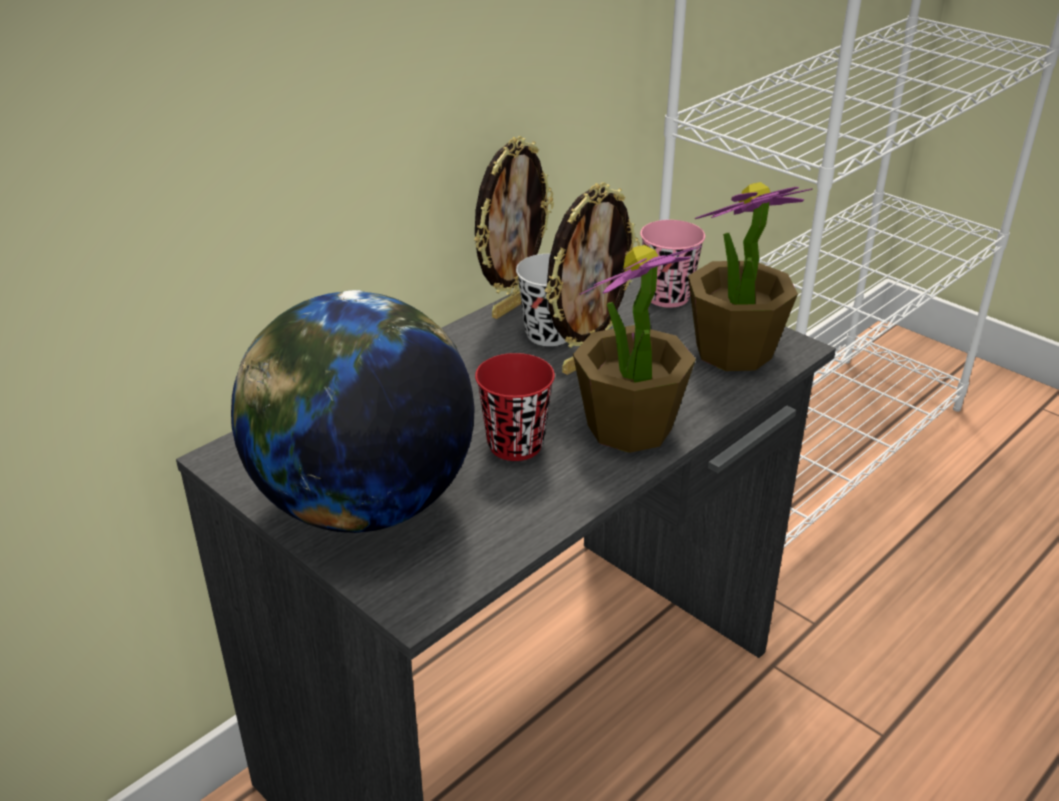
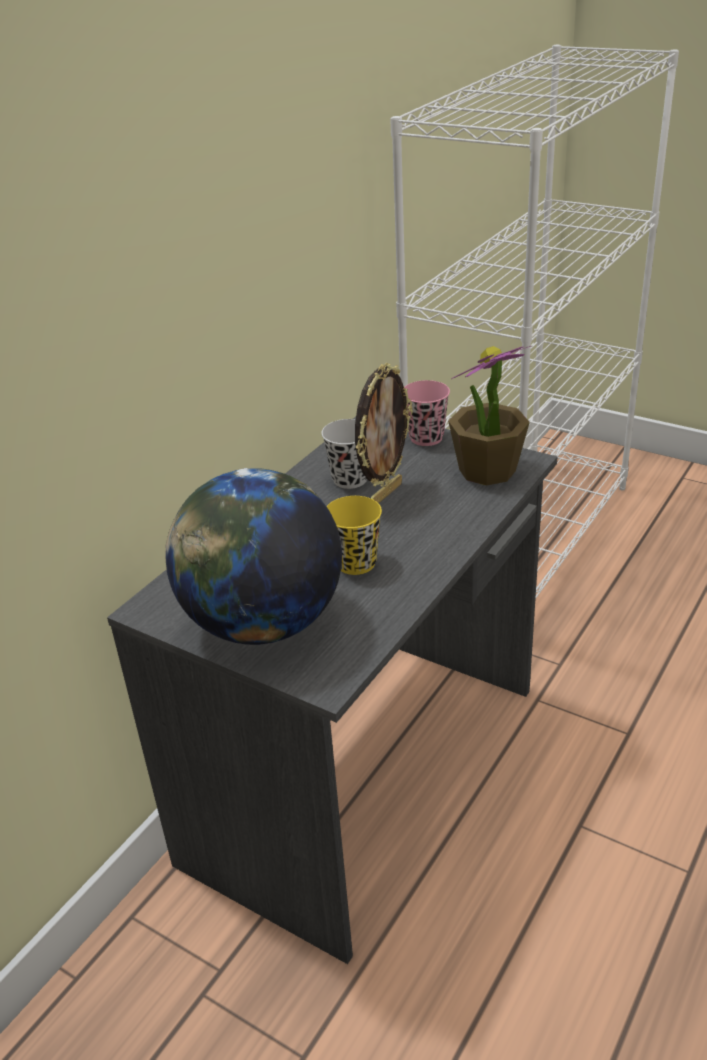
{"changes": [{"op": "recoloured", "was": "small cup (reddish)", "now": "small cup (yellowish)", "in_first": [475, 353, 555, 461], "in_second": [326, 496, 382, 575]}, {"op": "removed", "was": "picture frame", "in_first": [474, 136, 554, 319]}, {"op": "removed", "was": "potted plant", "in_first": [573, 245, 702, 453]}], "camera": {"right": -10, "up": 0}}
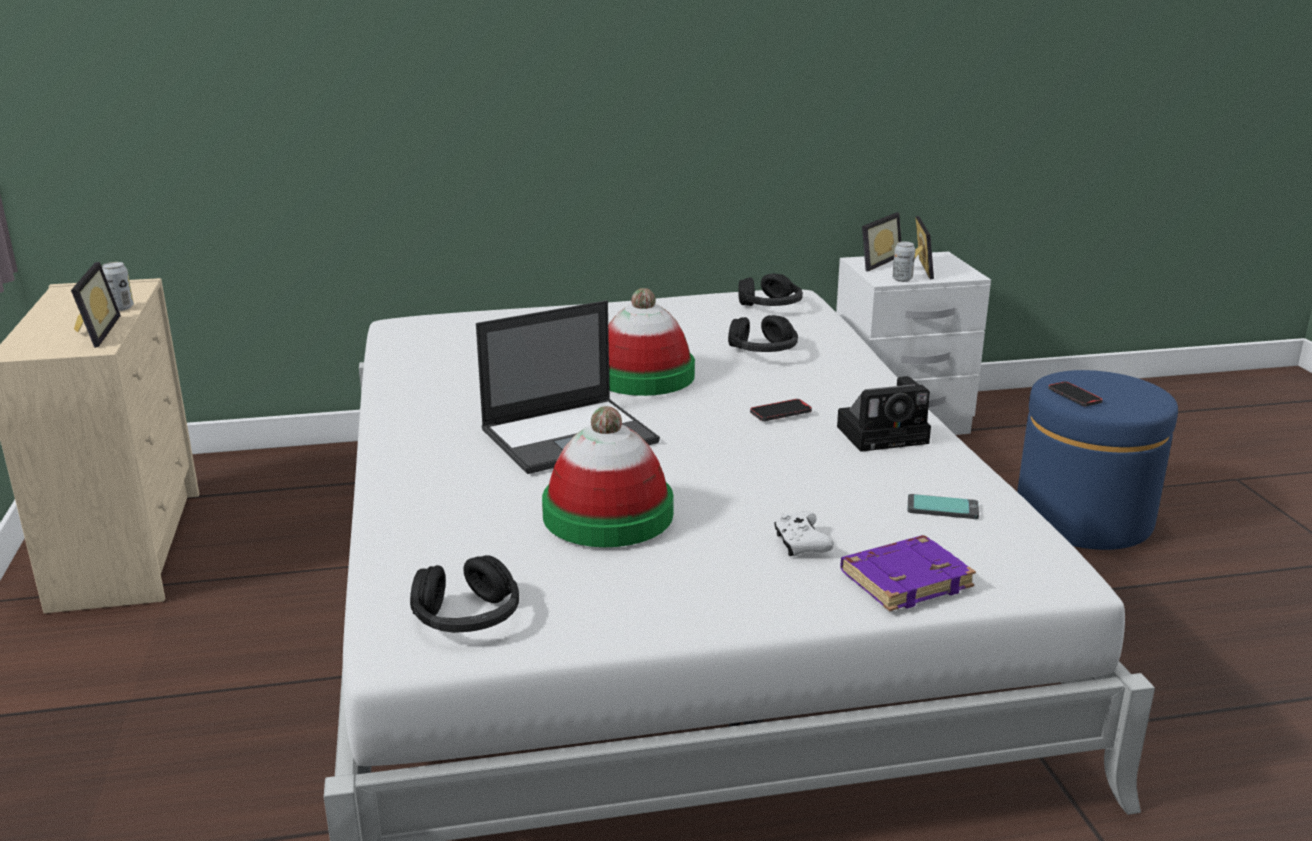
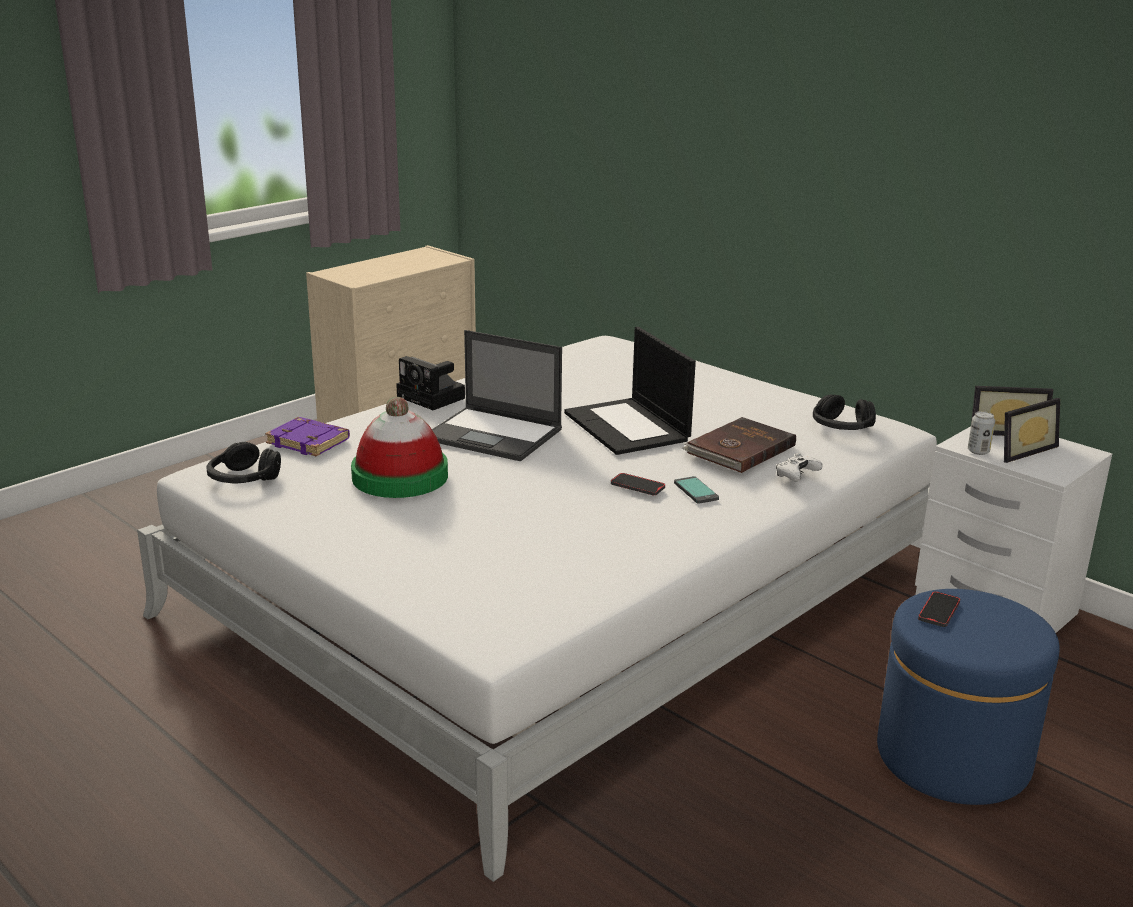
{"changes": [{"op": "moved", "was": "book (purple)", "in_first": [840, 535, 976, 611], "in_second": [265, 417, 350, 456]}, {"op": "moved", "was": "photo camera", "in_first": [837, 376, 931, 452], "in_second": [396, 356, 465, 410]}, {"op": "replaced", "was": "clothing hat", "now": "notebook computer", "in_first": [608, 288, 695, 396], "in_second": [564, 327, 696, 455]}, {"op": "moved", "was": "phone", "in_first": [907, 494, 979, 519], "in_second": [674, 476, 719, 504]}, {"op": "replaced", "was": "pair of headphones (blackish)", "now": "book (brownish)", "in_first": [728, 315, 798, 352], "in_second": [682, 417, 796, 473]}, {"op": "moved", "was": "joypad (white)", "in_first": [774, 511, 834, 556], "in_second": [776, 453, 823, 482]}, {"op": "removed", "was": "picture frame", "in_first": [71, 262, 121, 348]}, {"op": "removed", "was": "metal can", "in_first": [102, 262, 134, 311]}], "camera": {"right": 55, "up": 0}}
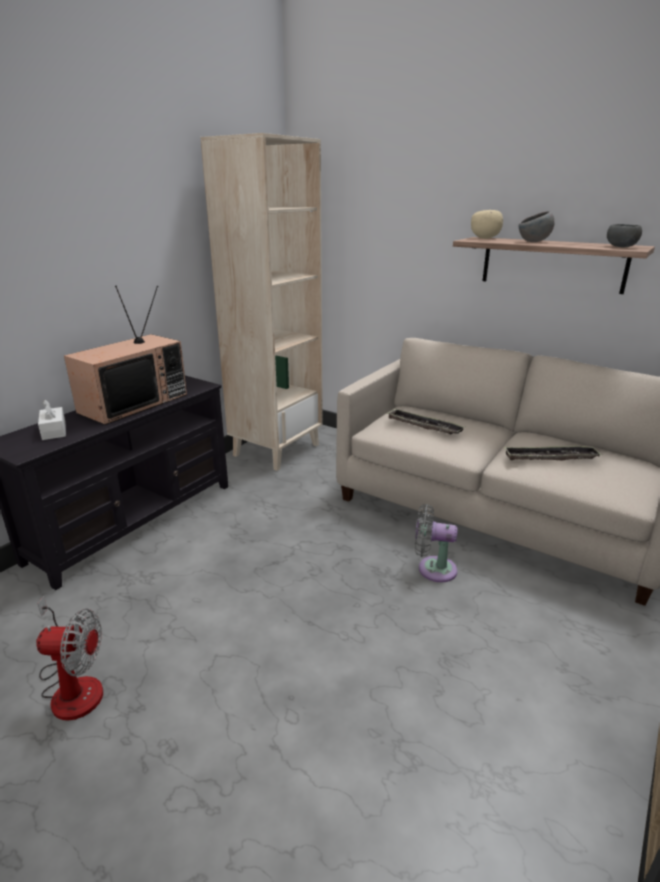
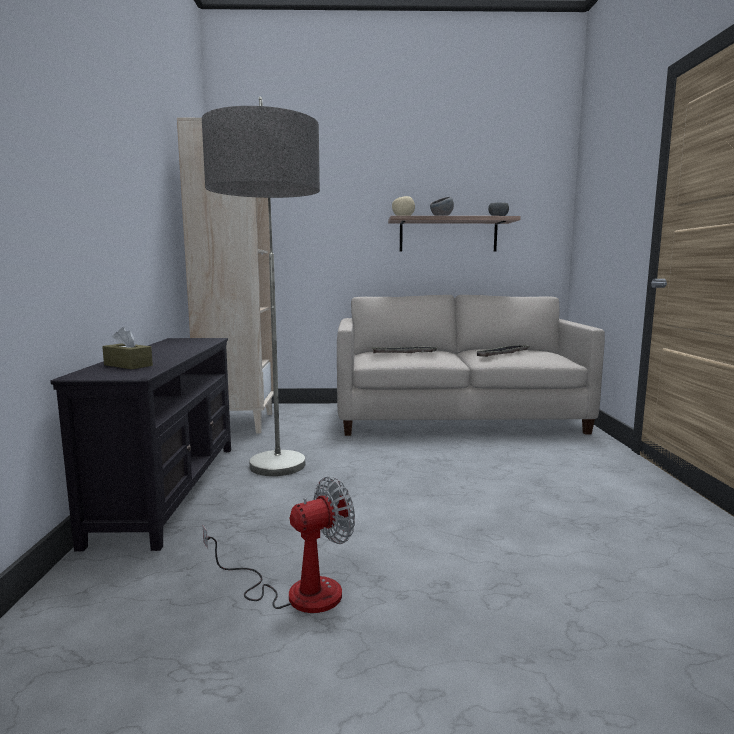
{"changes": [{"op": "recoloured", "was": "tissue holder (white)", "now": "tissue holder (brownish)", "in_first": [38, 399, 66, 440], "in_second": [102, 327, 153, 369]}, {"op": "added", "now": "standard lamp", "in_second": [202, 97, 320, 476]}, {"op": "removed", "was": "TV set", "in_first": [64, 285, 187, 425]}, {"op": "removed", "was": "fan (grey)", "in_first": [415, 504, 458, 582]}], "camera": {"right": -35, "up": -15}}
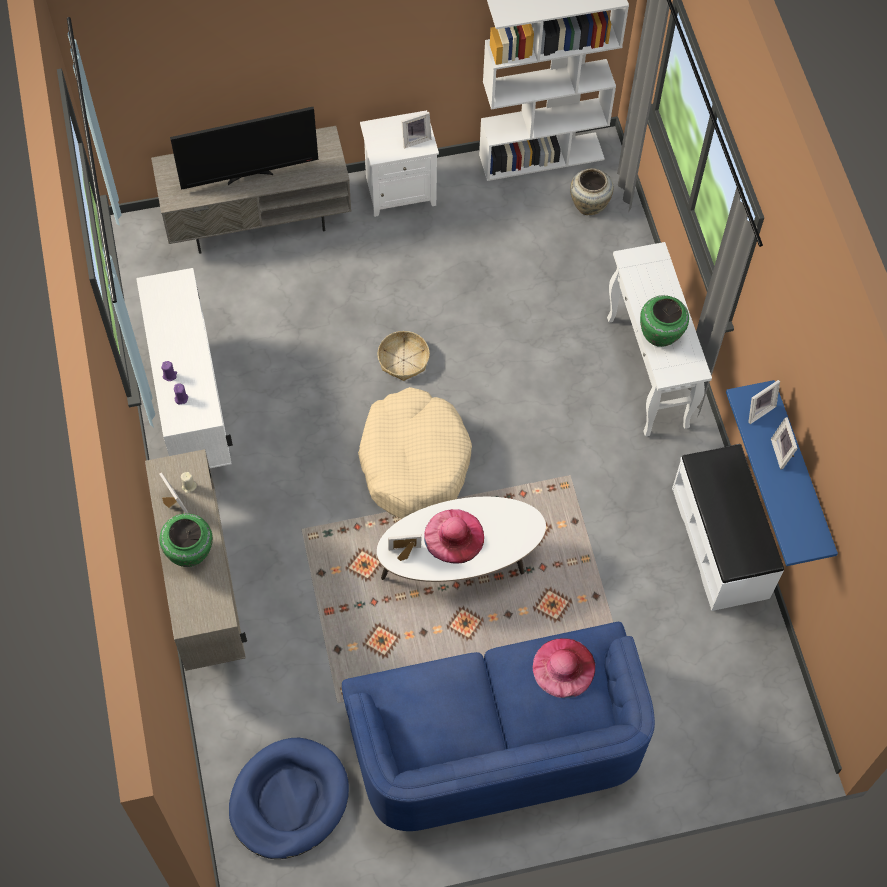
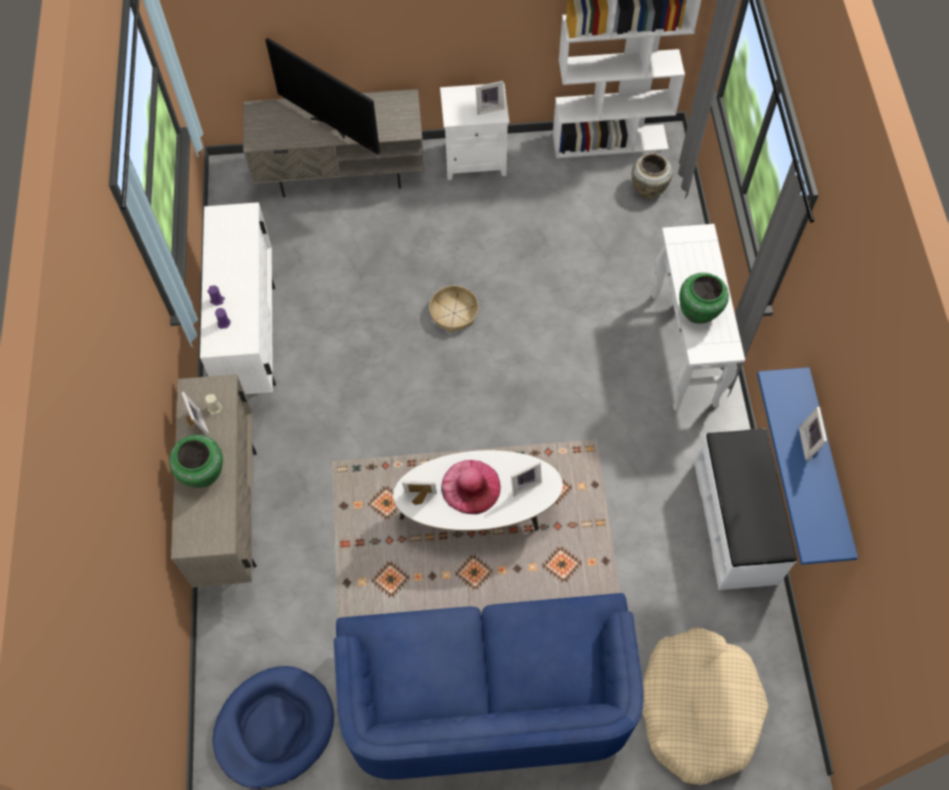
{"changes": [{"op": "turned", "was": "TV set", "in_first": [170, 107, 318, 190], "in_second": [265, 38, 380, 155], "clockwise": 45}, {"op": "moved", "was": "picture frame", "in_first": [748, 380, 780, 424], "in_second": [511, 461, 542, 497]}, {"op": "moved", "was": "pet bed (sand-coloured)", "in_first": [358, 387, 472, 519], "in_second": [642, 627, 768, 785]}, {"op": "removed", "was": "clothing hat (pinkish)", "in_first": [533, 638, 595, 698]}], "camera": {"right": 10, "up": 0}}
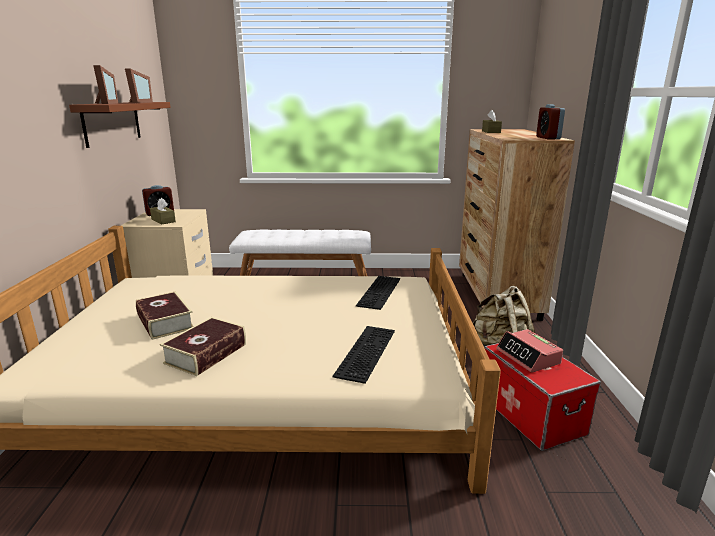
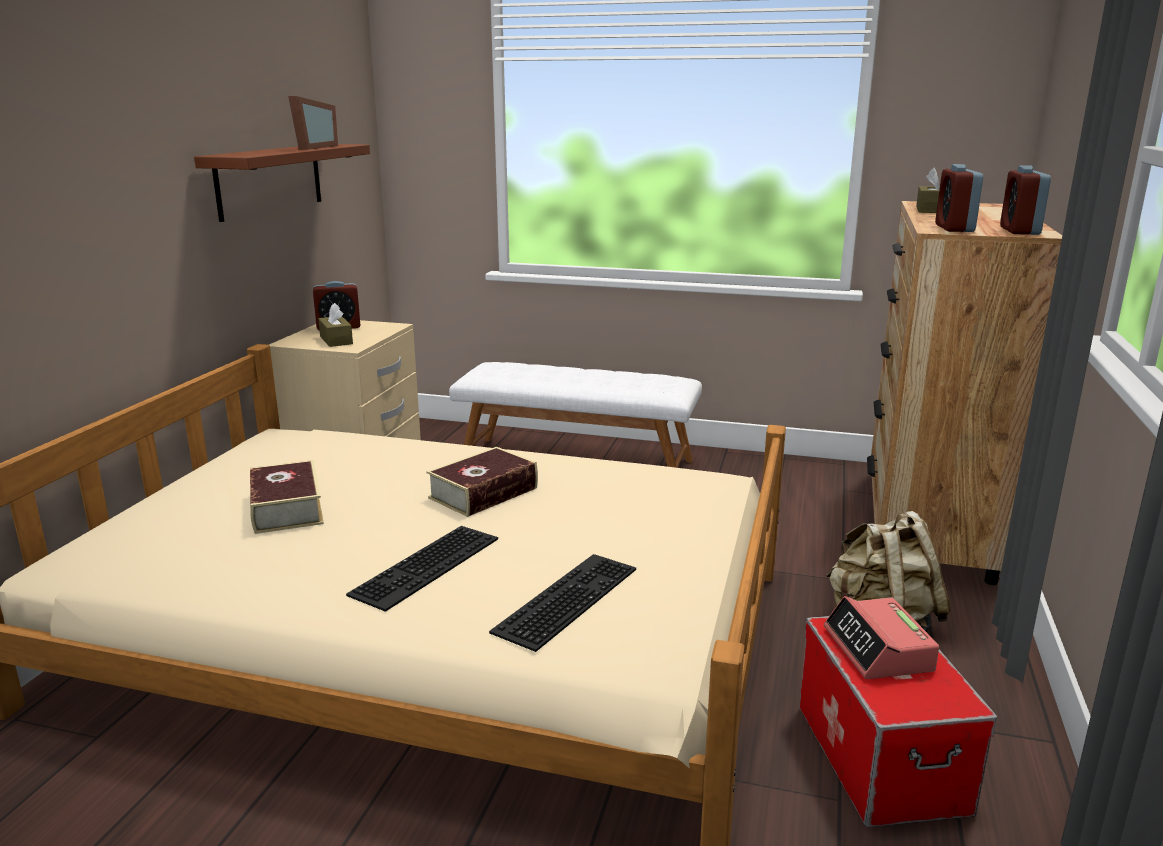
{"changes": [{"op": "moved", "was": "computer keyboard", "in_first": [356, 276, 400, 310], "in_second": [346, 526, 498, 612]}, {"op": "moved", "was": "book", "in_first": [160, 317, 246, 376], "in_second": [426, 447, 538, 517]}, {"op": "added", "now": "bedside clock", "in_second": [935, 164, 983, 232]}, {"op": "removed", "was": "picture frame", "in_first": [93, 65, 118, 104]}], "camera": {"right": 15, "up": 0}}
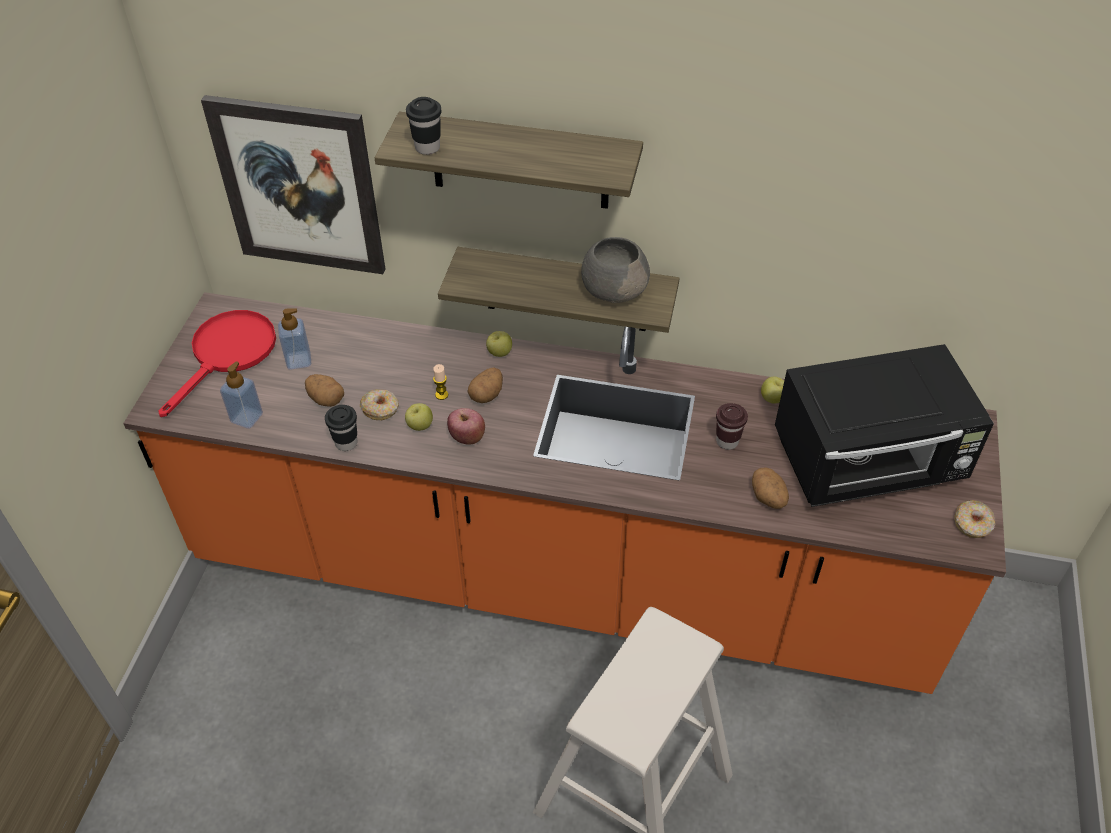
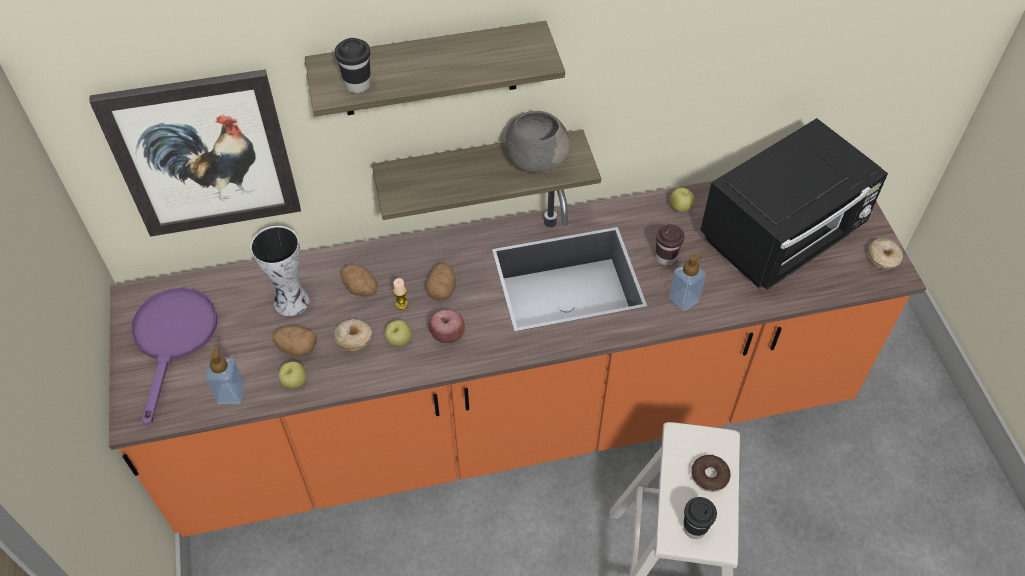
{"changes": [{"op": "recoloured", "was": "skillet (reddish)", "now": "skillet (purple)", "in_first": [159, 310, 276, 417], "in_second": [131, 288, 218, 426]}, {"op": "added", "now": "flower vase", "in_second": [250, 226, 310, 316]}, {"op": "moved", "was": "apple fruit", "in_first": [486, 331, 512, 357], "in_second": [278, 361, 306, 389]}, {"op": "moved", "was": "whole potato", "in_first": [752, 468, 789, 509], "in_second": [341, 264, 377, 296]}, {"op": "moved", "was": "soap dispenser", "in_first": [278, 309, 312, 369], "in_second": [669, 253, 706, 311]}, {"op": "moved", "was": "small cup (blackish)", "in_first": [325, 405, 357, 451], "in_second": [684, 497, 717, 539]}, {"op": "added", "now": "donut", "in_second": [691, 455, 731, 492]}], "camera": {"right": -25, "up": 5}}
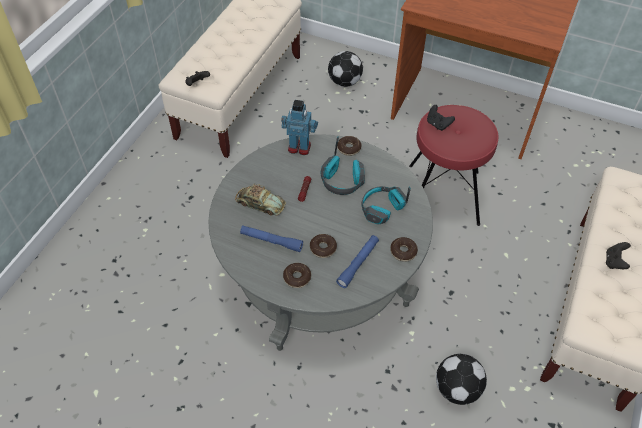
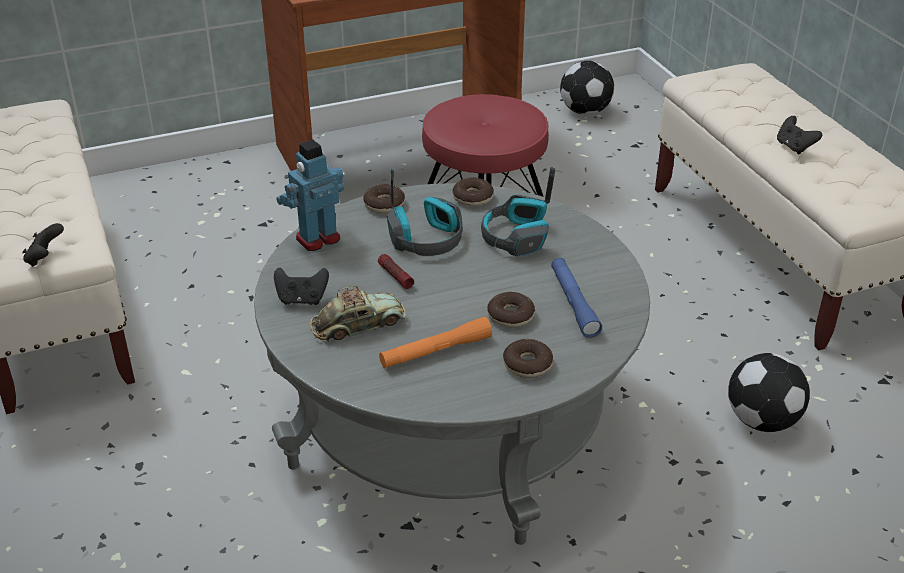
{"changes": [{"op": "moved", "was": "joypad (blackish)", "in_first": [427, 105, 455, 131], "in_second": [274, 268, 329, 305]}, {"op": "recoloured", "was": "flashlight (bluish)", "now": "flashlight (orangey)", "in_first": [240, 225, 303, 252], "in_second": [379, 317, 492, 368]}, {"op": "moved", "was": "donut", "in_first": [390, 237, 418, 261], "in_second": [453, 177, 494, 207]}, {"op": "moved", "was": "football", "in_first": [328, 51, 363, 87], "in_second": [560, 61, 614, 115]}], "camera": {"right": -45, "up": -15}}
